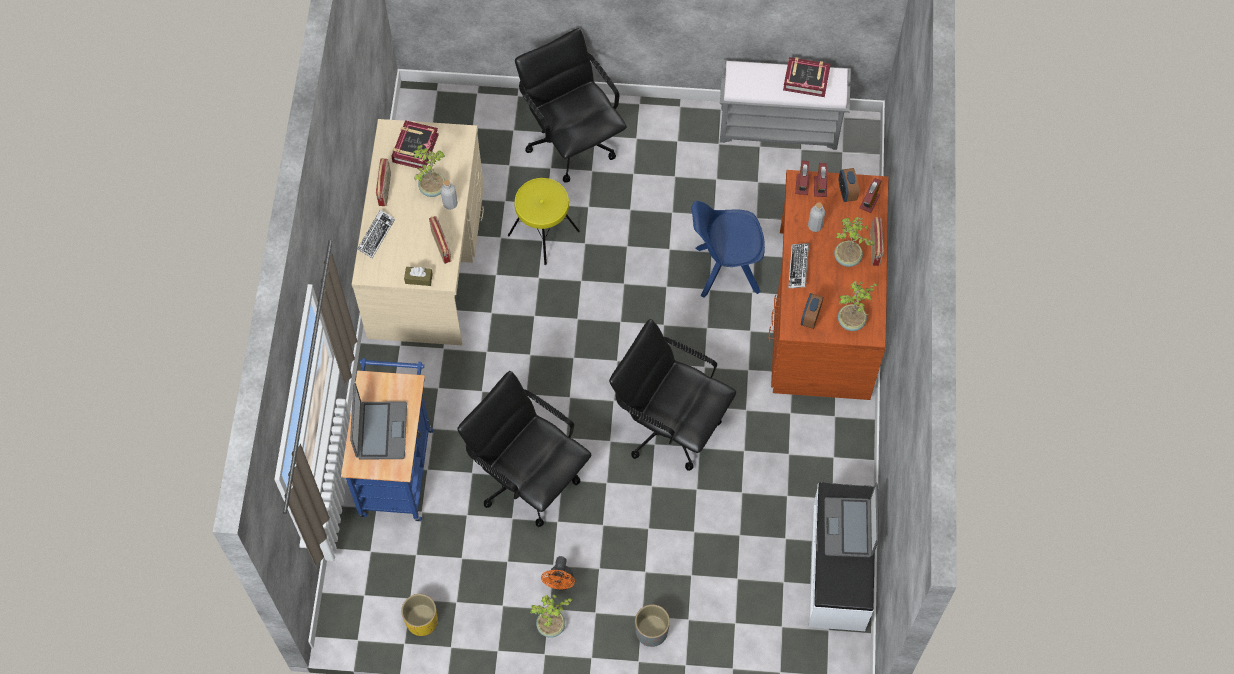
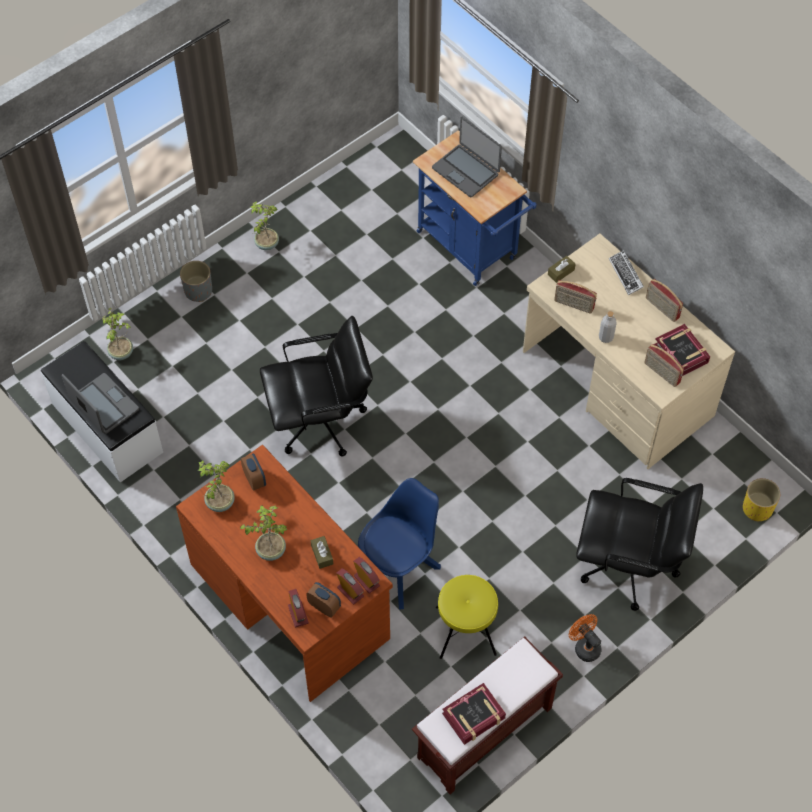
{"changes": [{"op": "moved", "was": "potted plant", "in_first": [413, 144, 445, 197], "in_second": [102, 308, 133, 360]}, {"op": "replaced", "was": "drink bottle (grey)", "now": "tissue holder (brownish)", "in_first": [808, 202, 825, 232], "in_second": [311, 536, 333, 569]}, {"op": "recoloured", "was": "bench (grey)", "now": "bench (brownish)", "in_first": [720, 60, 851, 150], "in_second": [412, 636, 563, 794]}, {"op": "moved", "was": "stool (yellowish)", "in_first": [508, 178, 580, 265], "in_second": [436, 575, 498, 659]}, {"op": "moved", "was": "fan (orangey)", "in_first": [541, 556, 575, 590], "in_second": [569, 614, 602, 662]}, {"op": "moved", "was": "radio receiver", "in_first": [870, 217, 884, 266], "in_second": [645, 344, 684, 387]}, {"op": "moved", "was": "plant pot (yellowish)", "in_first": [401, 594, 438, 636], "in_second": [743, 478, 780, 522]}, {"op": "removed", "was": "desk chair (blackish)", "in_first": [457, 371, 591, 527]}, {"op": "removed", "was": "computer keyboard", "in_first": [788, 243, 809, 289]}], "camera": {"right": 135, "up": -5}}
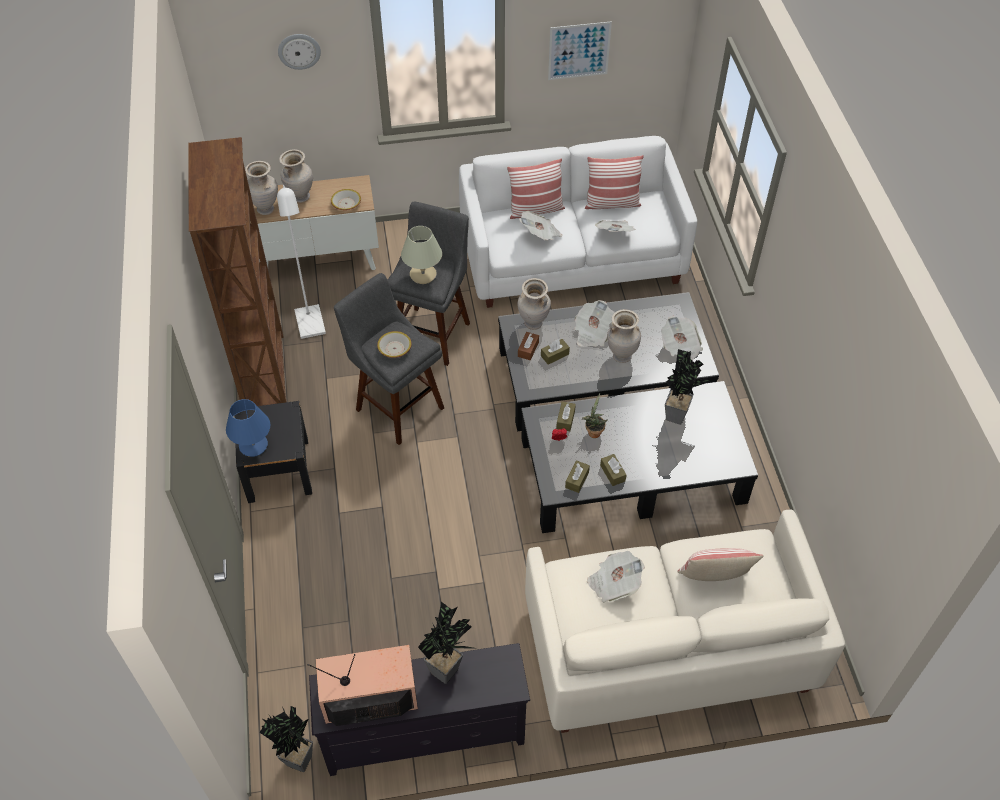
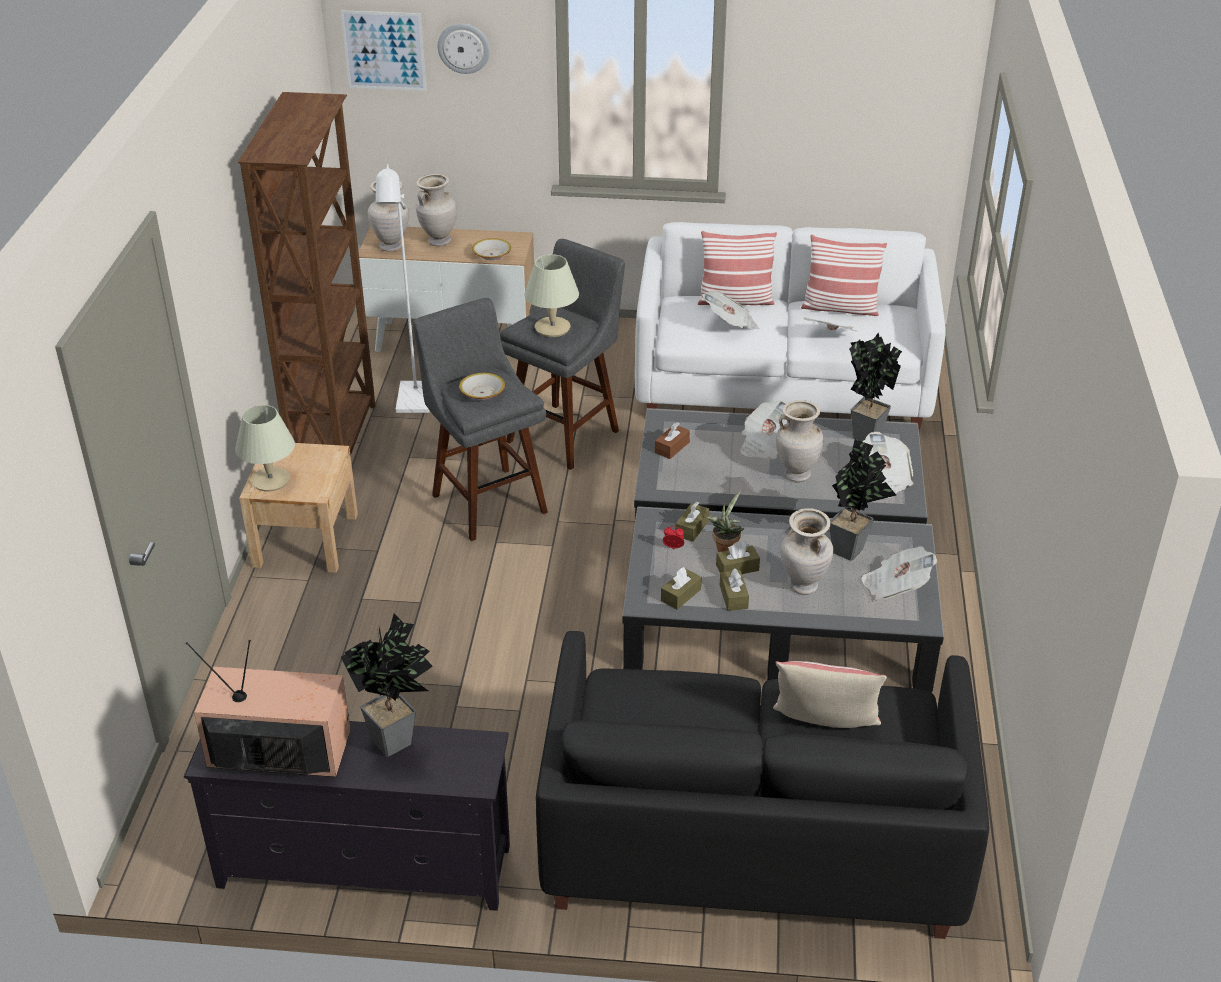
{"changes": [{"op": "recoloured", "was": "tabletop lamp (bluish)", "now": "tabletop lamp (sand-coloured)", "in_first": [226, 399, 270, 457], "in_second": [235, 405, 295, 492]}, {"op": "recoloured", "was": "night table (blackish)", "now": "night table (sand-coloured)", "in_first": [235, 401, 312, 503], "in_second": [239, 443, 358, 573]}, {"op": "moved", "was": "picture", "in_first": [548, 21, 612, 80], "in_second": [341, 10, 427, 91]}, {"op": "recoloured", "was": "couch (white)", "now": "couch (blackish)", "in_first": [525, 510, 845, 733], "in_second": [536, 631, 989, 939]}, {"op": "moved", "was": "tissue holder (brownish)", "in_first": [541, 339, 570, 365], "in_second": [716, 541, 760, 574]}, {"op": "moved", "was": "flower vase (sand-coloured)", "in_first": [518, 278, 551, 330], "in_second": [781, 508, 833, 594]}, {"op": "moved", "was": "potted plant", "in_first": [260, 706, 313, 772], "in_second": [849, 332, 902, 442]}, {"op": "moved", "was": "daily paper", "in_first": [587, 551, 645, 603], "in_second": [861, 546, 937, 600]}], "camera": {"right": 15, "up": -15}}
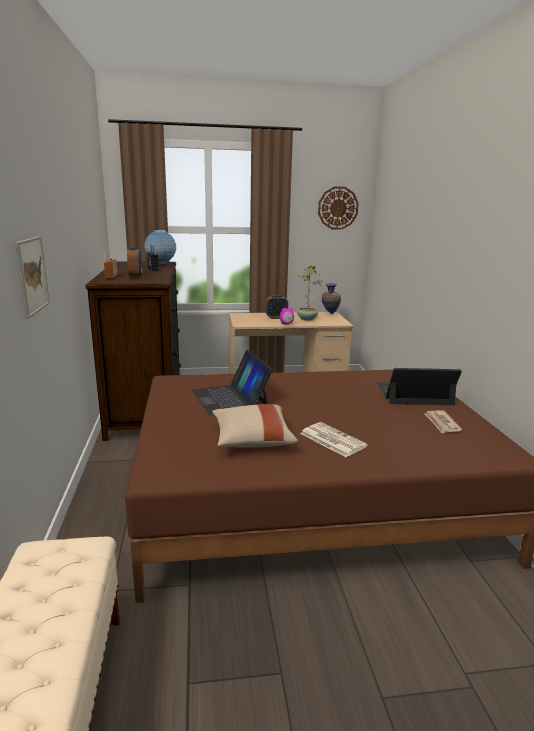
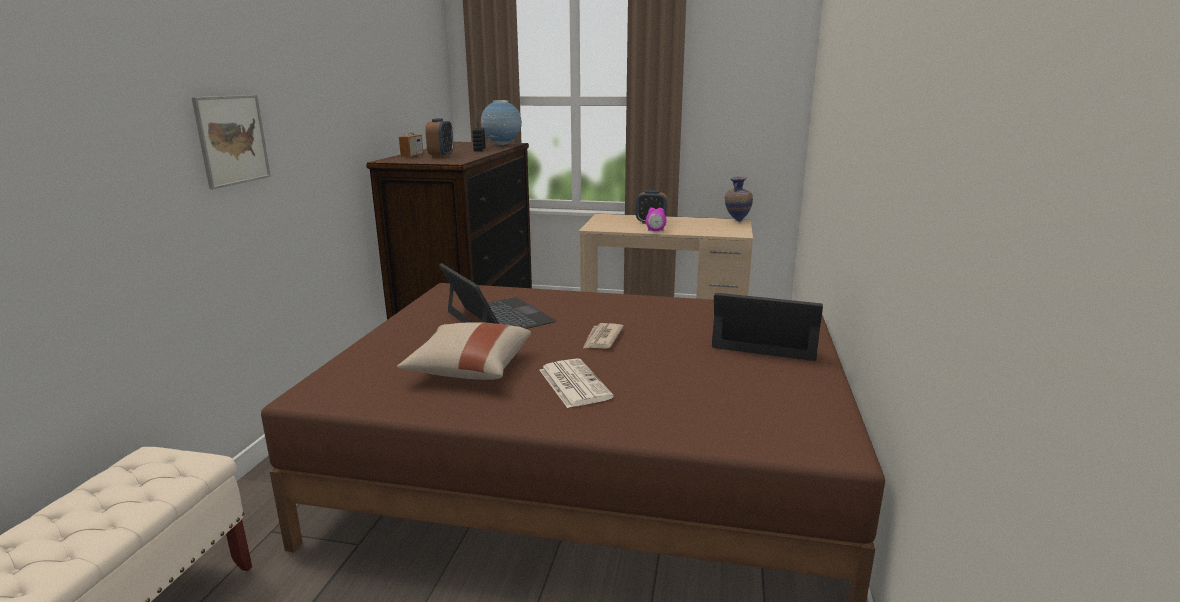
{"changes": [{"op": "turned", "was": "notebook computer", "in_first": [192, 350, 272, 415], "in_second": [439, 263, 557, 329], "clockwise": 150}, {"op": "moved", "was": "daily paper", "in_first": [424, 411, 462, 433], "in_second": [583, 323, 624, 349]}, {"op": "removed", "was": "potted plant", "in_first": [295, 265, 323, 320]}, {"op": "removed", "was": "hanging clock", "in_first": [318, 186, 359, 230]}], "camera": {"right": 20, "up": 0}}
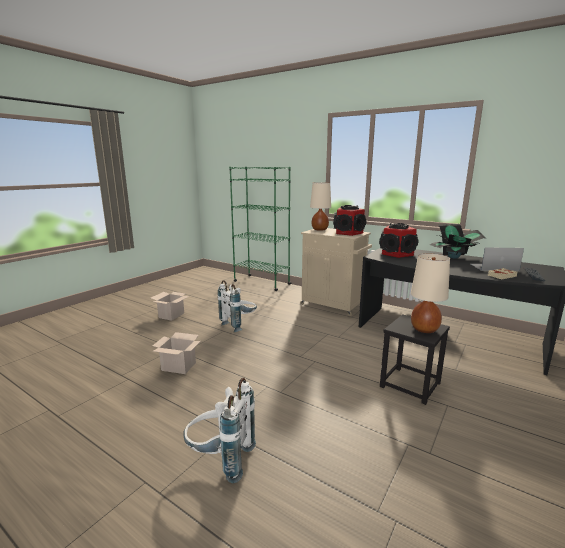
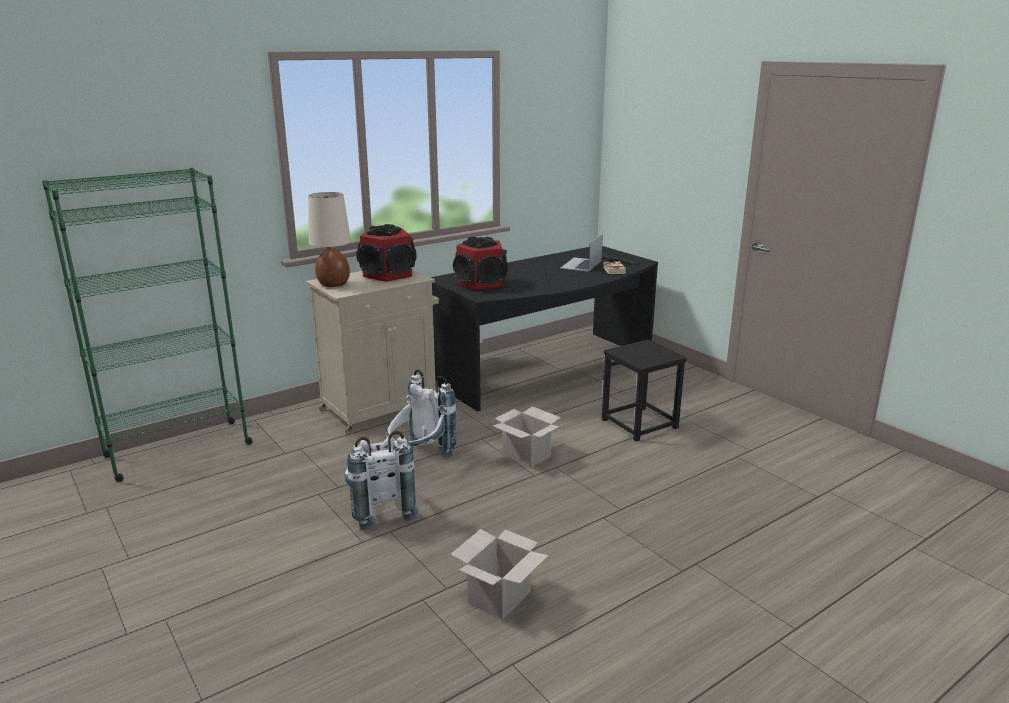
{"changes": [{"op": "moved", "was": "rucksack (white)", "in_first": [183, 378, 256, 483], "in_second": [387, 369, 456, 457]}, {"op": "moved", "was": "packing box", "in_first": [151, 292, 189, 321], "in_second": [493, 406, 561, 468]}, {"op": "removed", "was": "tabletop lamp (sand-coloured)", "in_first": [411, 253, 450, 333]}, {"op": "removed", "was": "potted plant", "in_first": [430, 224, 487, 259]}], "camera": {"right": -70, "up": 5}}
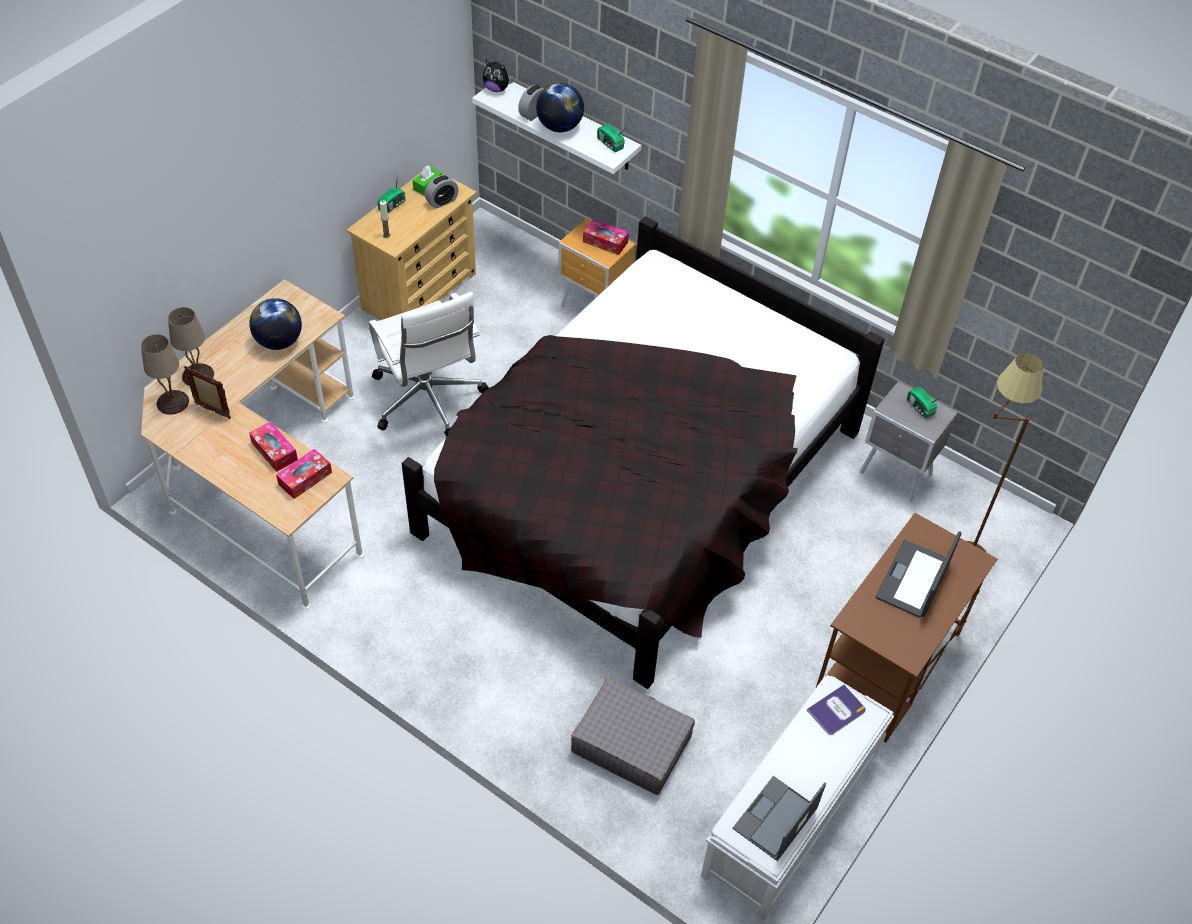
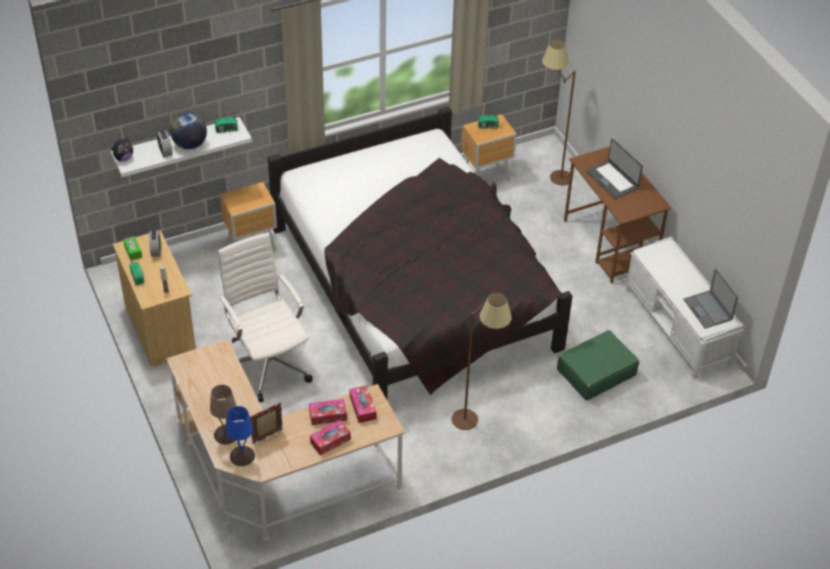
{"changes": [{"op": "turned", "was": "desk chair (white)", "in_first": [367, 291, 489, 437], "in_second": [218, 233, 313, 402], "clockwise": -120}, {"op": "recoloured", "was": "tabletop lamp (sand-coloured)", "now": "tabletop lamp (bluish)", "in_first": [141, 334, 189, 415], "in_second": [226, 406, 255, 466]}, {"op": "moved", "was": "tissue holder", "in_first": [583, 219, 629, 255], "in_second": [310, 420, 351, 456]}, {"op": "added", "now": "standard lamp (brownish)", "in_second": [452, 292, 512, 430]}, {"op": "recoloured", "was": "night table (grey)", "now": "night table (brownish)", "in_first": [860, 381, 958, 501], "in_second": [461, 114, 517, 182]}, {"op": "recoloured", "was": "travel case (grey)", "now": "travel case (green-coloured)", "in_first": [571, 678, 695, 795], "in_second": [557, 330, 639, 401]}, {"op": "removed", "was": "globe", "in_first": [249, 298, 302, 350]}, {"op": "removed", "was": "book", "in_first": [807, 684, 866, 735]}], "camera": {"right": -60, "up": -5}}
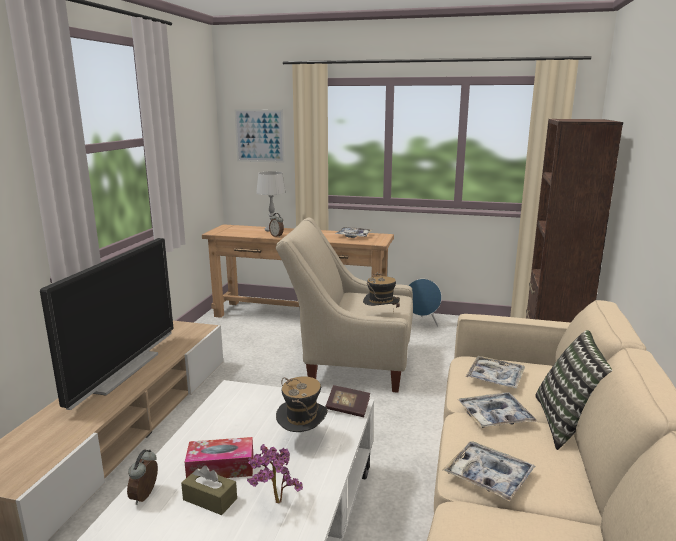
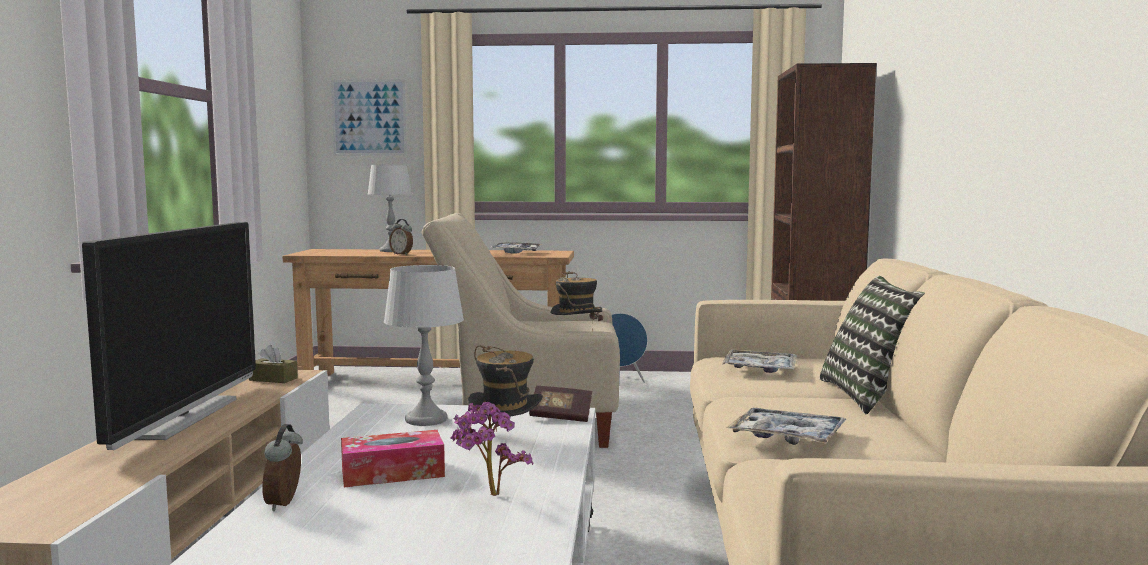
{"changes": [{"op": "moved", "was": "tissue holder (brownish)", "in_first": [181, 465, 237, 515], "in_second": [249, 345, 298, 383]}, {"op": "added", "now": "tabletop lamp (grey)", "in_second": [384, 265, 464, 426]}, {"op": "removed", "was": "tray", "in_first": [458, 392, 537, 428]}], "camera": {"right": -10, "up": -10}}
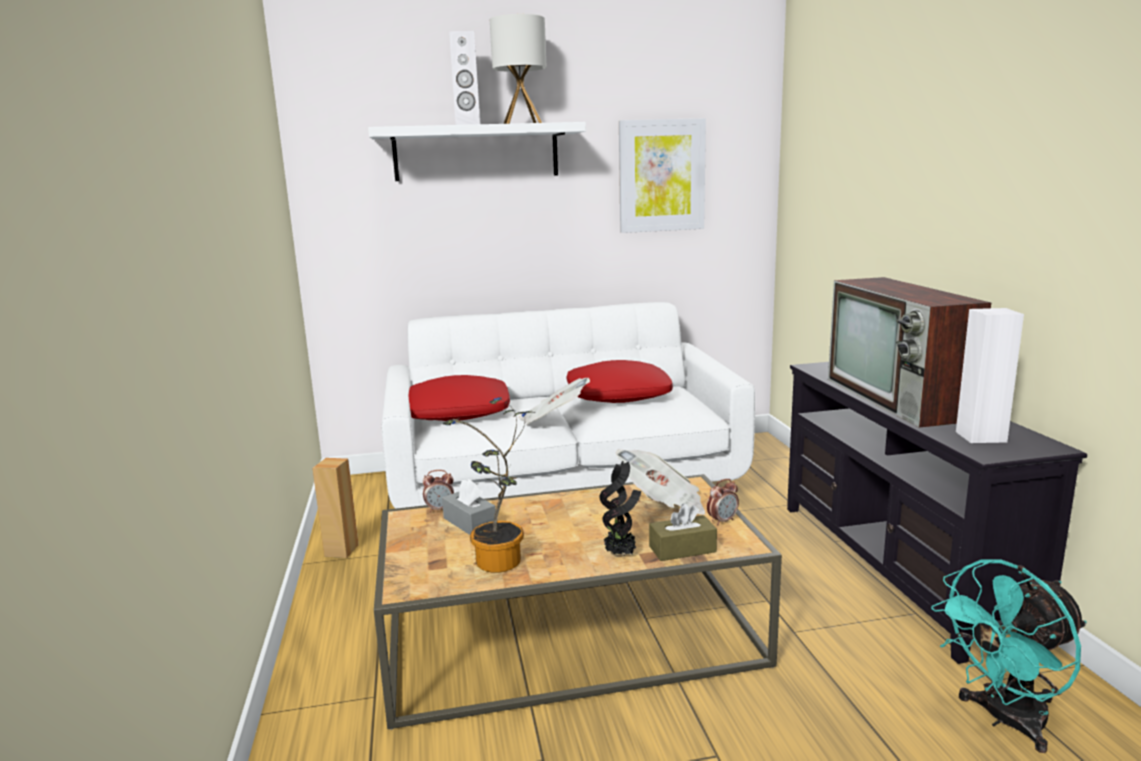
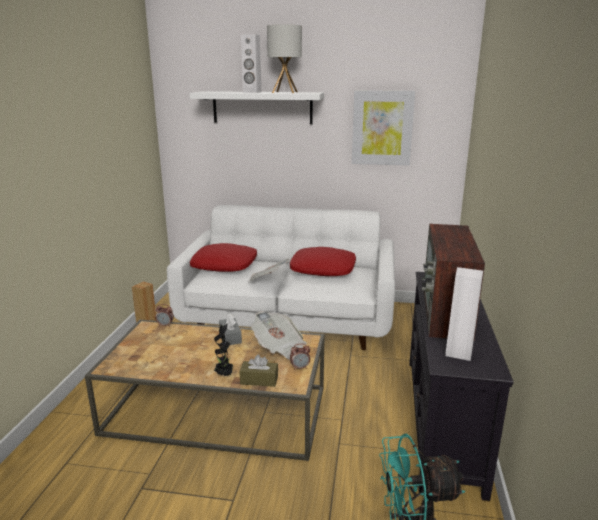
{"changes": [{"op": "moved", "was": "tissue holder (grey)", "in_first": [442, 479, 496, 535], "in_second": [219, 314, 242, 345]}, {"op": "removed", "was": "potted plant", "in_first": [443, 397, 535, 573]}], "camera": {"right": 20, "up": 5}}
